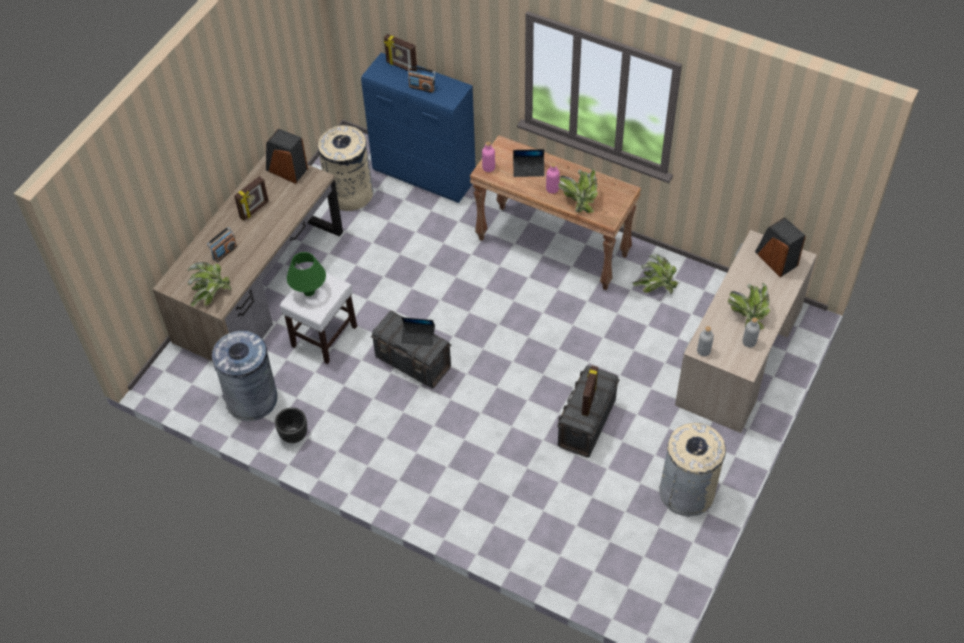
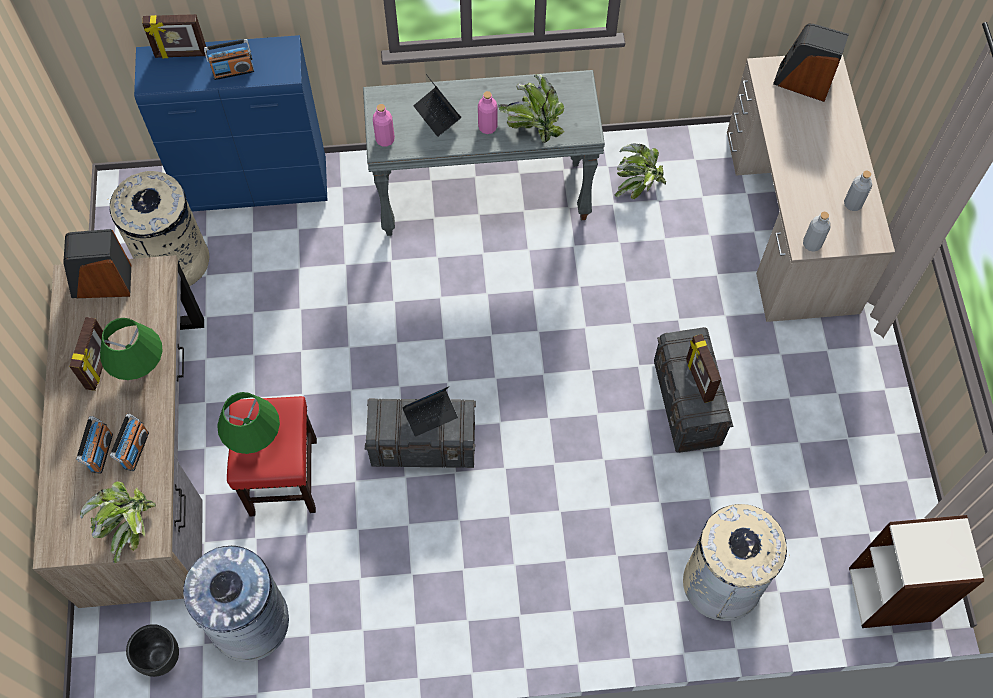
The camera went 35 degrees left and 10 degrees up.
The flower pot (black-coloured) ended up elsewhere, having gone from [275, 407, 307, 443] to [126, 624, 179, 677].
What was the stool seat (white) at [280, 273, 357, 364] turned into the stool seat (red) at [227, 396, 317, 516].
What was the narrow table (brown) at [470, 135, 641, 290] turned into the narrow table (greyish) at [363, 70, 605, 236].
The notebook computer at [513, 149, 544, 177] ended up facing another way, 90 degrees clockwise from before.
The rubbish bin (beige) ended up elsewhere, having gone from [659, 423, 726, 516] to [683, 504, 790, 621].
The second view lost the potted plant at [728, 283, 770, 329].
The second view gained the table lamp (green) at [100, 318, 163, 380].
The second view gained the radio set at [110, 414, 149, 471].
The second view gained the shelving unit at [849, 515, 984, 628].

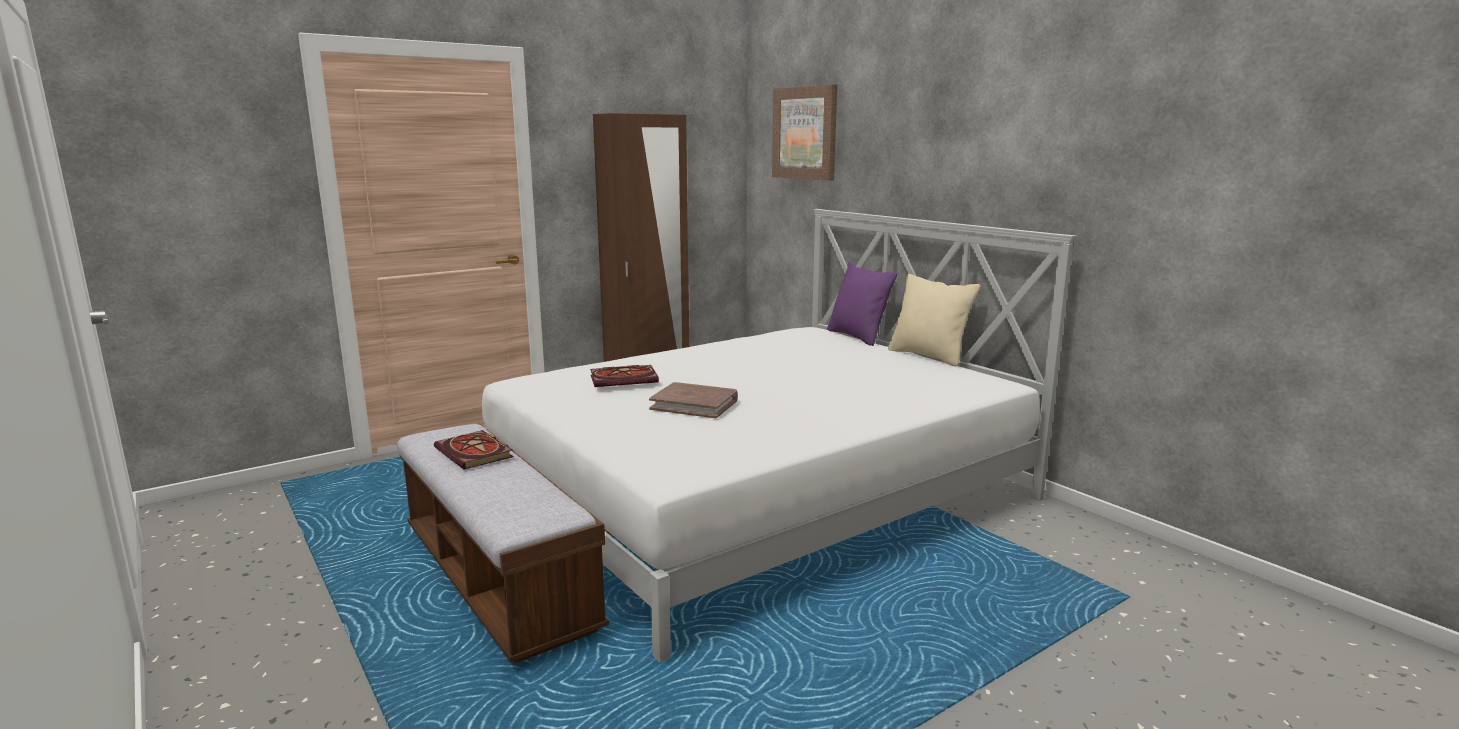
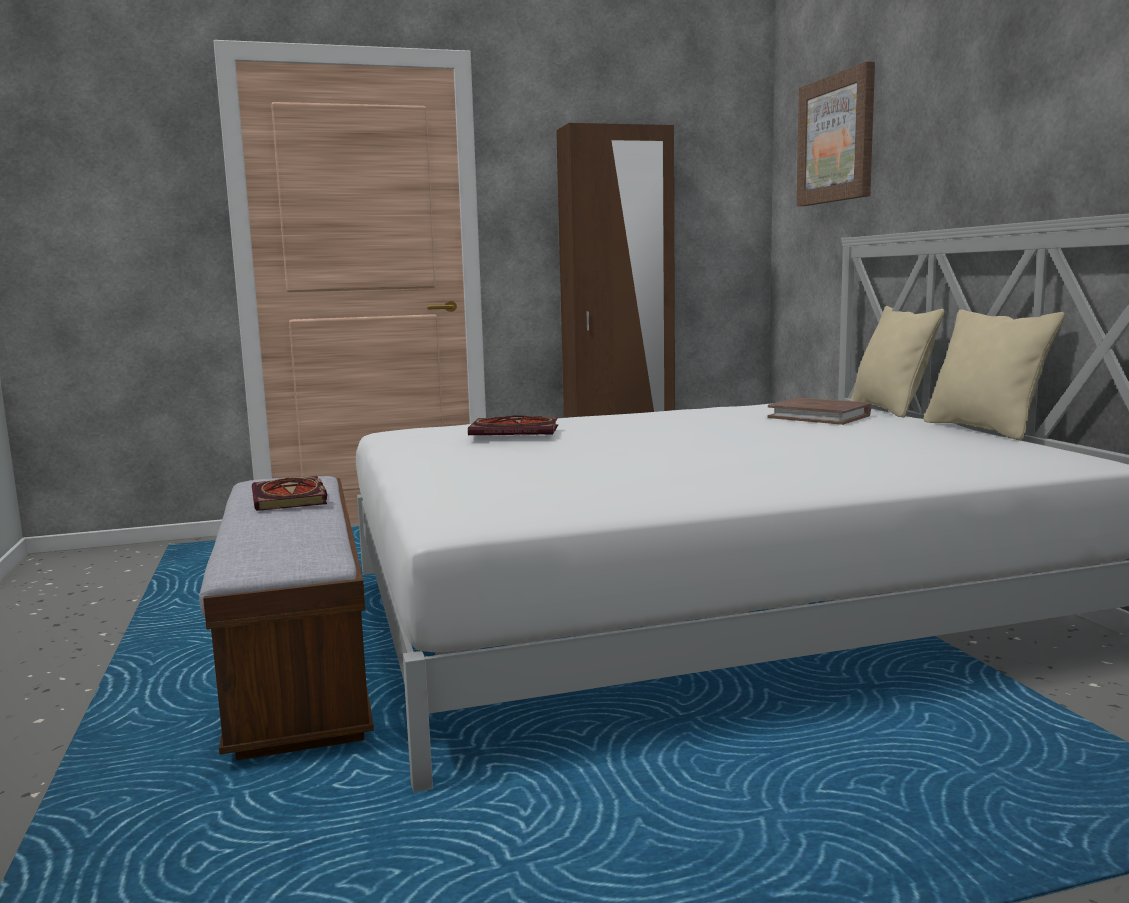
The camera went 20 degrees right and 5 degrees down.
The bound book (brown) ended up elsewhere, having gone from [649, 382, 738, 418] to [768, 398, 871, 425].
What was the pillow (purple-coloured) at [827, 262, 897, 346] turned into the pillow (beige) at [851, 306, 945, 417].

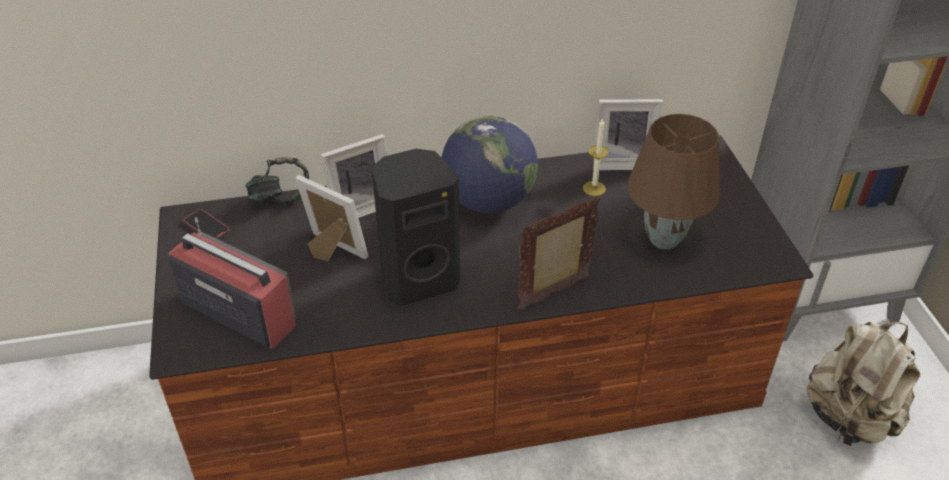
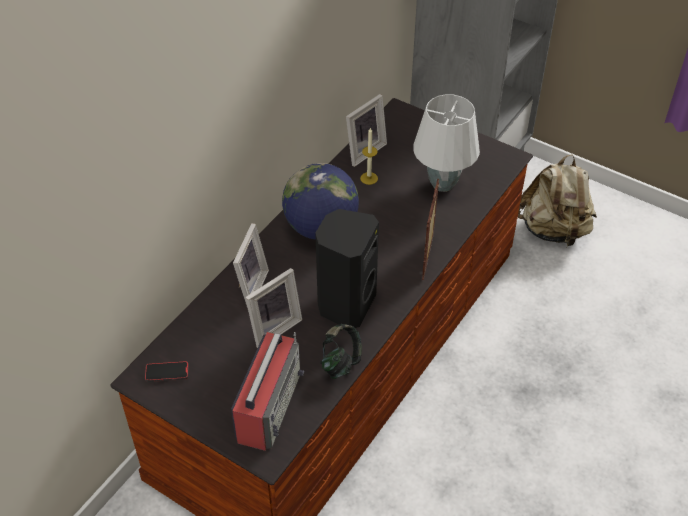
The camera went 45 degrees left and 5 degrees up.
The radio set at [168, 217, 296, 349] ended up facing another way, 120 degrees clockwise from before.
The headphones ended up elsewhere, having gone from [245, 157, 309, 206] to [320, 324, 362, 379].
The picture frame at [295, 175, 368, 261] ended up facing another way, 150 degrees clockwise from before.
What was the table lamp (brown) at [627, 114, 720, 249] turned into the table lamp (white) at [413, 94, 480, 192].

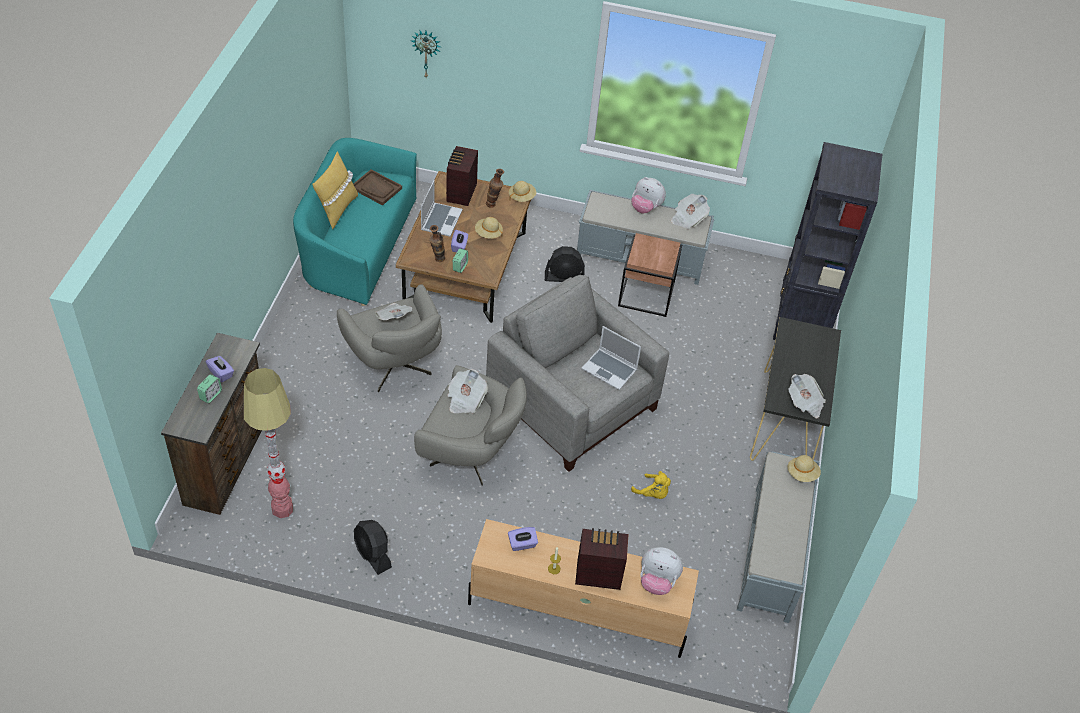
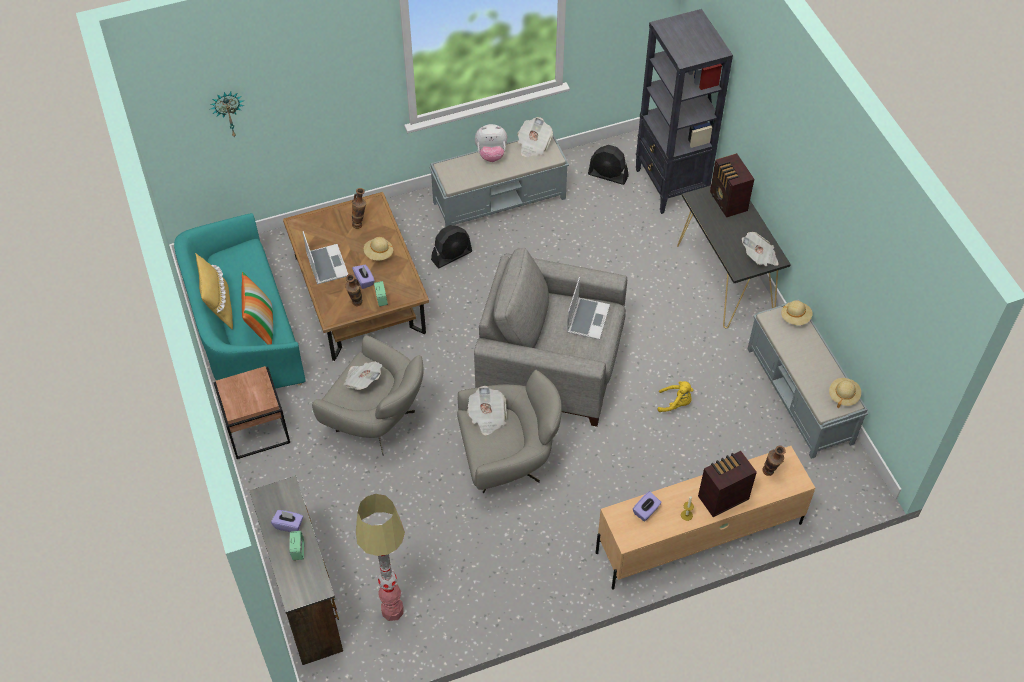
The camera went 30 degrees left and 5 degrees up.
The second view lost the carrying tray (brown) at [353, 170, 402, 206].
The electric fan (black-coloured) ended up elsewhere, having gone from [354, 520, 392, 575] to [588, 145, 629, 185].
The radio set ended up elsewhere, having gone from [446, 146, 478, 206] to [710, 153, 754, 218].
The wearable hat (beige) ended up elsewhere, having gone from [509, 181, 536, 202] to [829, 378, 861, 408].
The notebook computer at [581, 326, 641, 390] ended up facing another way, 75 degrees counterclockwise from before.
The accent table (brown) ended up elsewhere, having gone from [618, 233, 682, 317] to [214, 366, 290, 459].
Where the cuddly toy stood at [641, 547, 683, 595], the vase came to stand at [762, 446, 786, 476].
The second view gained the pillow at [241, 272, 273, 345].

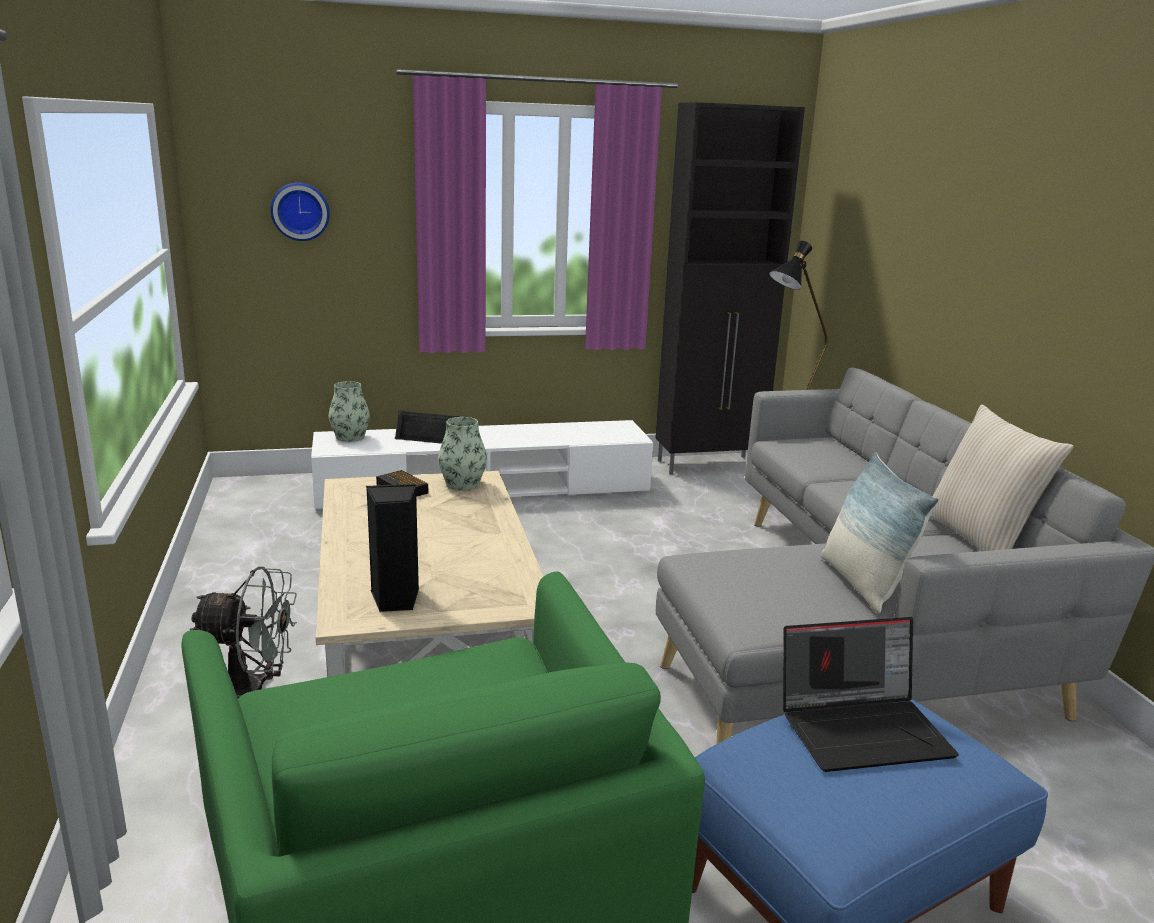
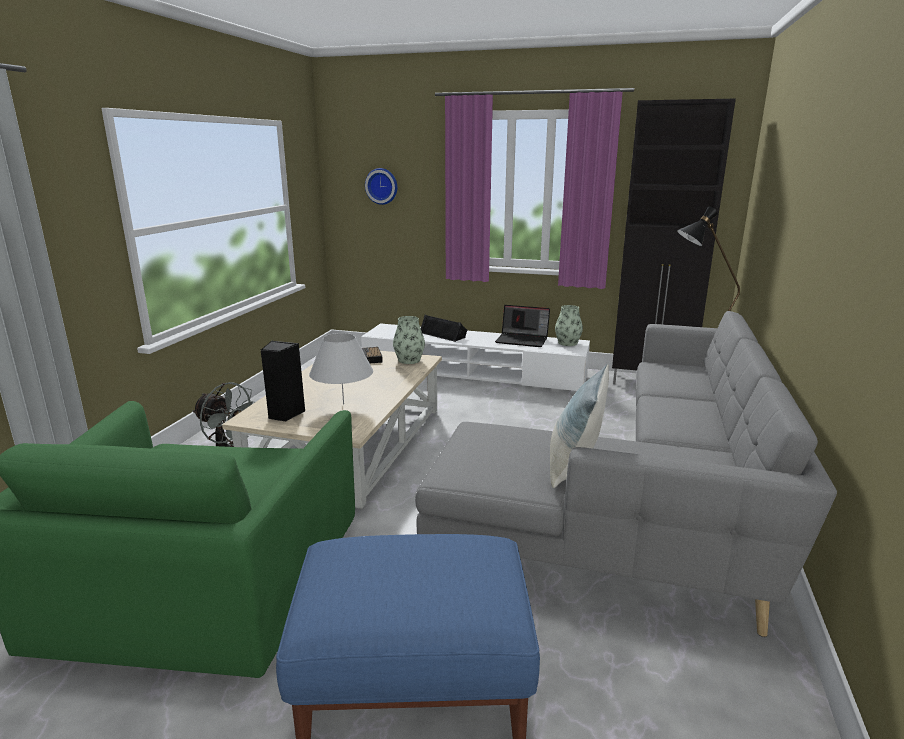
The camera went 30 degrees right and 0 degrees up.
The vase ended up elsewhere, having gone from [328, 381, 370, 442] to [555, 305, 583, 346].
The notebook computer ended up elsewhere, having gone from [783, 617, 959, 772] to [495, 305, 550, 347].
The second view lost the pillow (beige) at [930, 404, 1074, 551].
The second view gained the table lamp (white) at [309, 333, 373, 404].

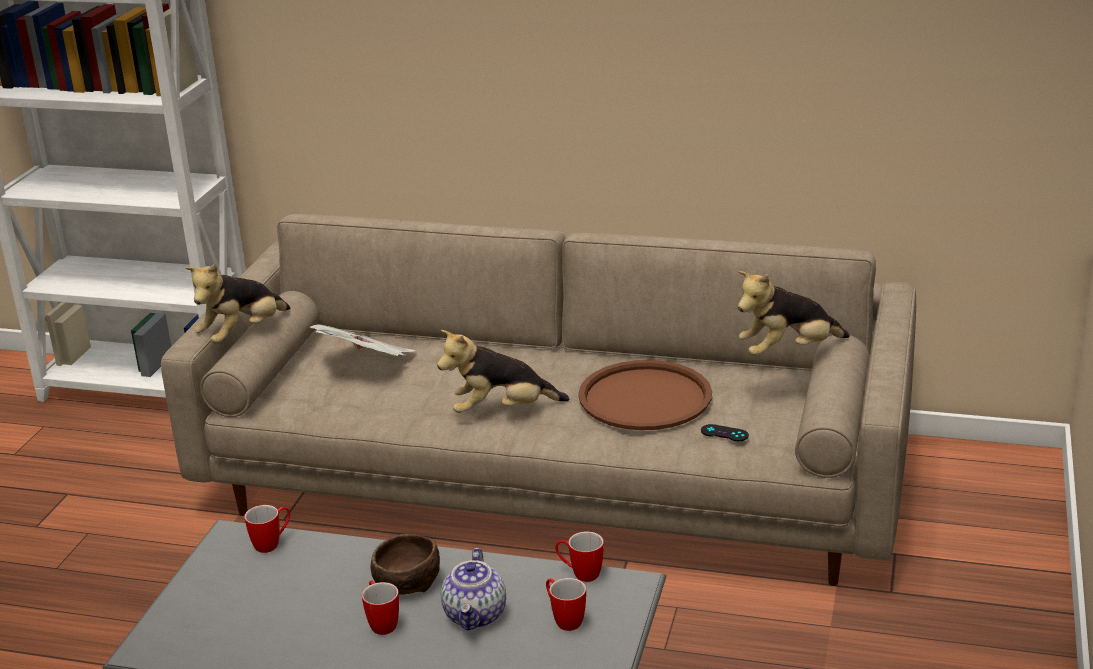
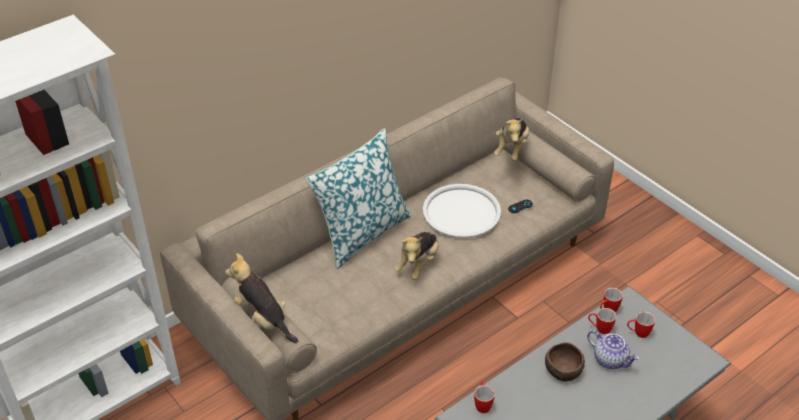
The camera went 55 degrees left and 15 degrees up.
The cuddly toy at [185, 263, 290, 344] ended up facing another way, 150 degrees clockwise from before.
The second view lost the printed paper at [310, 324, 415, 356].
The mug ended up elsewhere, having gone from [362, 580, 399, 635] to [588, 308, 616, 334].
What was the carrying tray (brown) at [578, 360, 712, 430] turned into the carrying tray (white) at [423, 184, 501, 238].
The second view gained the pillow at [306, 128, 411, 269].

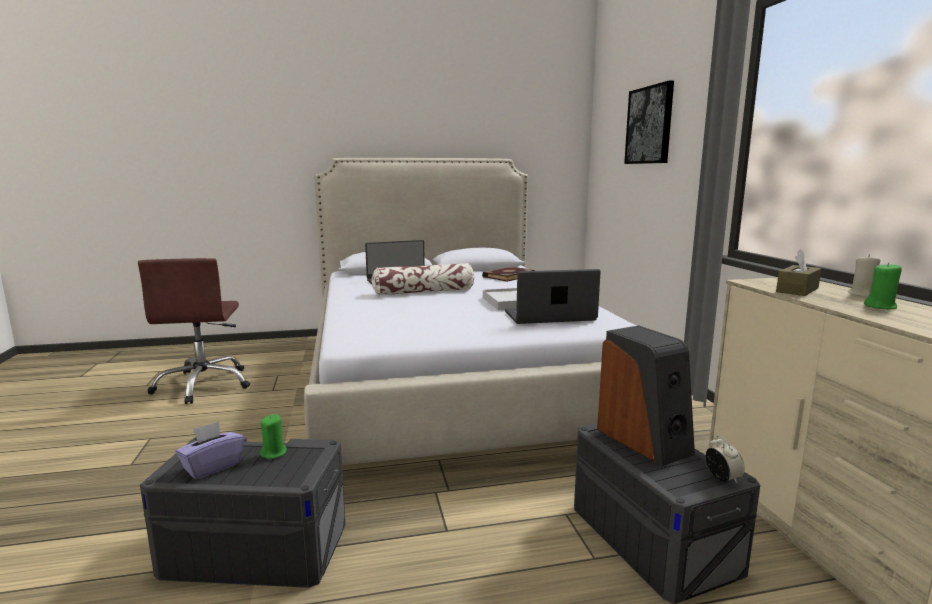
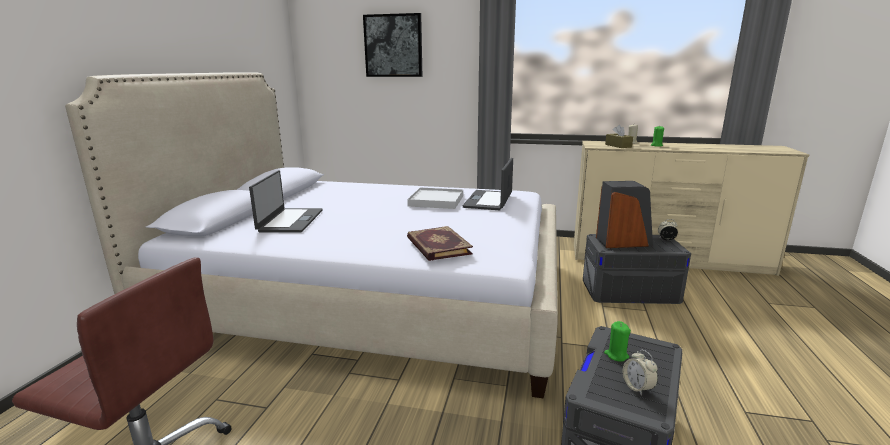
The camera went 65 degrees left and 5 degrees up.
Where the tissue box (purple-coloured) stood at [176, 421, 244, 479], the alarm clock came to stand at [623, 350, 658, 396].
The second view lost the pillow at [372, 263, 474, 295].
The bound book ended up elsewhere, having gone from [482, 267, 535, 282] to [407, 226, 473, 261].

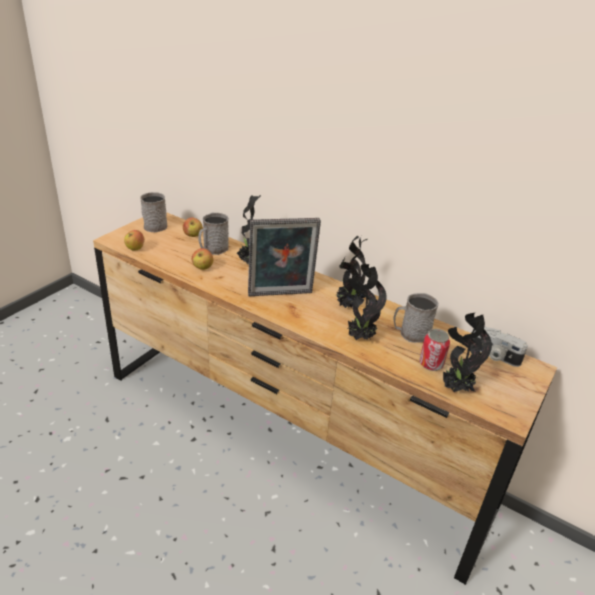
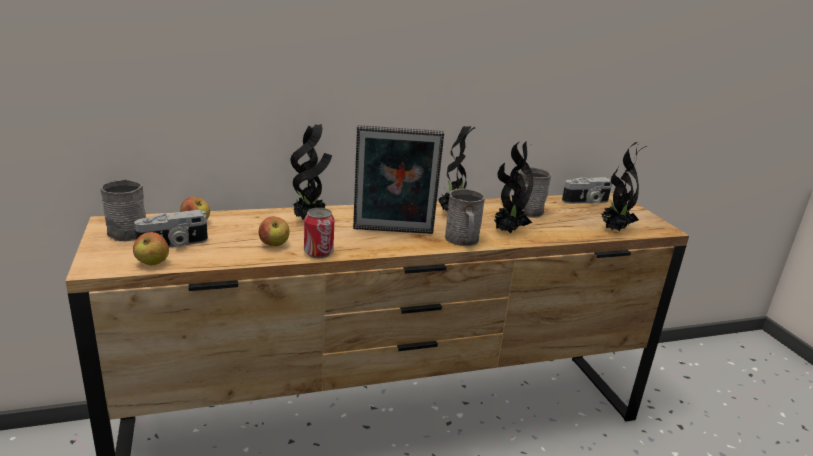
The camera went 50 degrees left and 10 degrees down.
The mug (greyish) ended up elsewhere, having gone from [198, 213, 229, 255] to [445, 189, 485, 246].
The picture frame at [248, 218, 321, 296] ended up facing another way, 60 degrees clockwise from before.
The sealed can ended up elsewhere, having gone from [420, 329, 450, 371] to [304, 208, 334, 258].
The second view gained the still camera at [134, 210, 208, 247].

